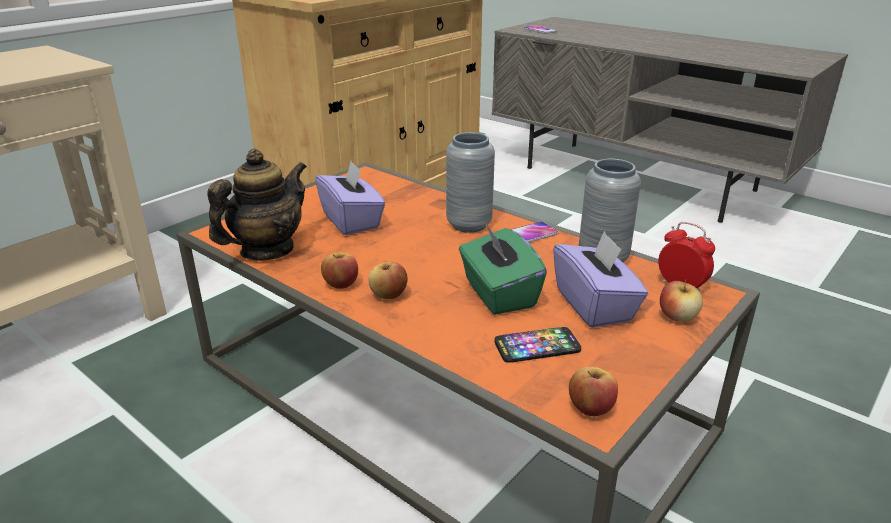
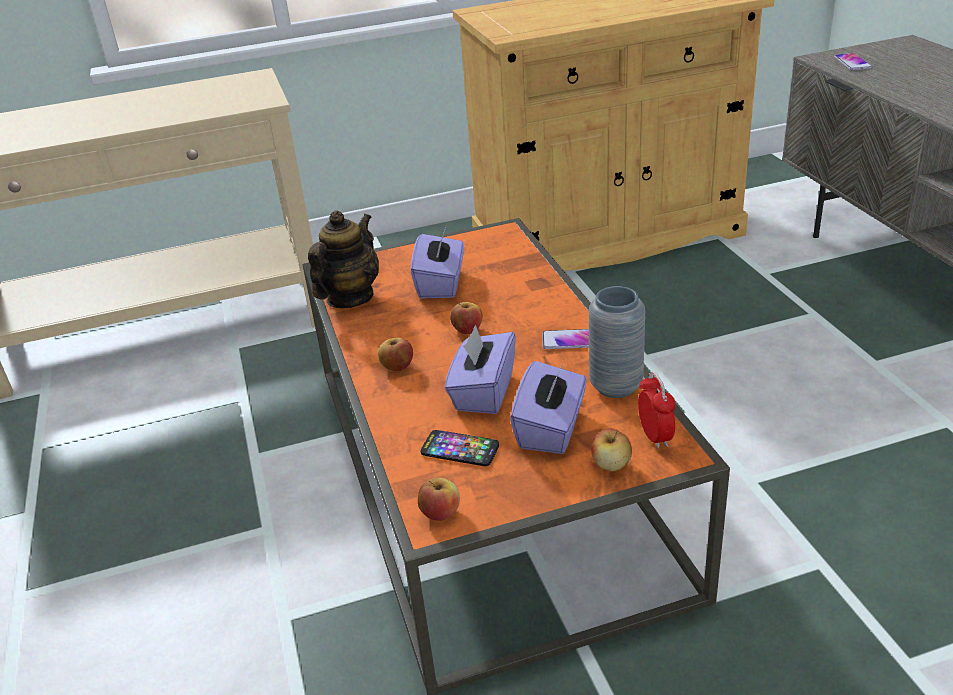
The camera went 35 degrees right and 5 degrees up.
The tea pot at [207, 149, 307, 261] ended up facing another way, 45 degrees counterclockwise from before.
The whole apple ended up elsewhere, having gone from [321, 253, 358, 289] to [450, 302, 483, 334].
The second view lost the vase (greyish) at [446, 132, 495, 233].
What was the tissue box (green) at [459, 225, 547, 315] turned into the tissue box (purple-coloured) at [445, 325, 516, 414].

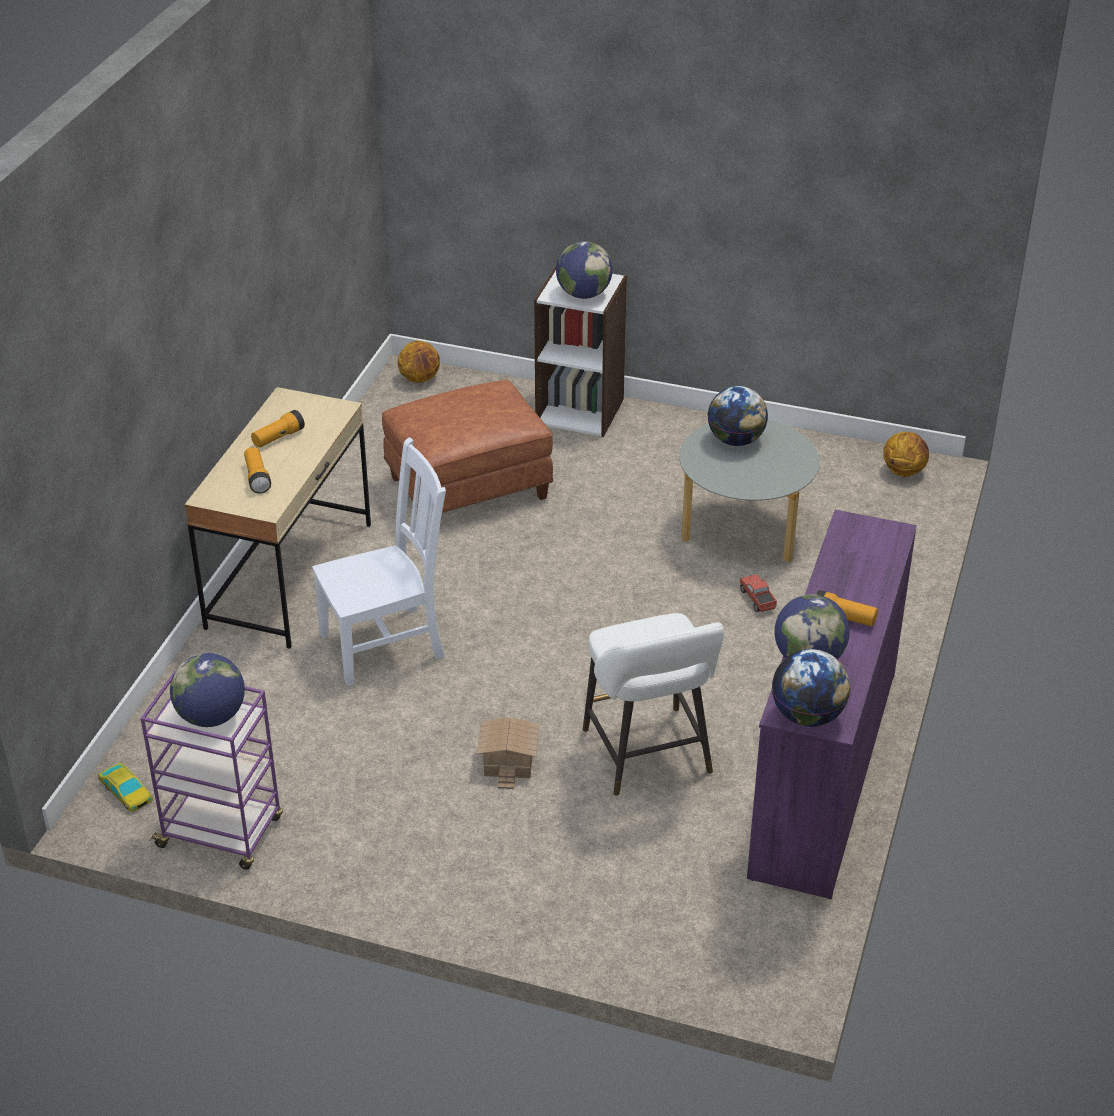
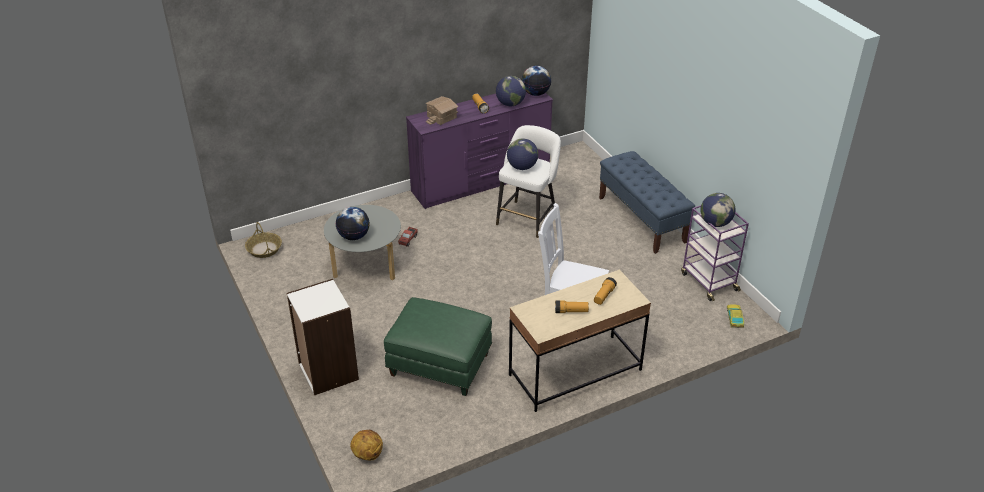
The camera went 135 degrees left and 0 degrees up.
What was the footrest (brown) at [382, 380, 553, 513] turned into the footrest (green) at [384, 297, 492, 396].
The miniature house ended up elsewhere, having gone from [477, 717, 540, 789] to [425, 96, 458, 125].
The world globe ended up elsewhere, having gone from [556, 241, 613, 299] to [507, 138, 538, 170].
Where the basketball stood at [883, 432, 929, 477], the household basket came to stand at [245, 222, 282, 258].
The second view gained the bench (blue) at [599, 151, 695, 254].

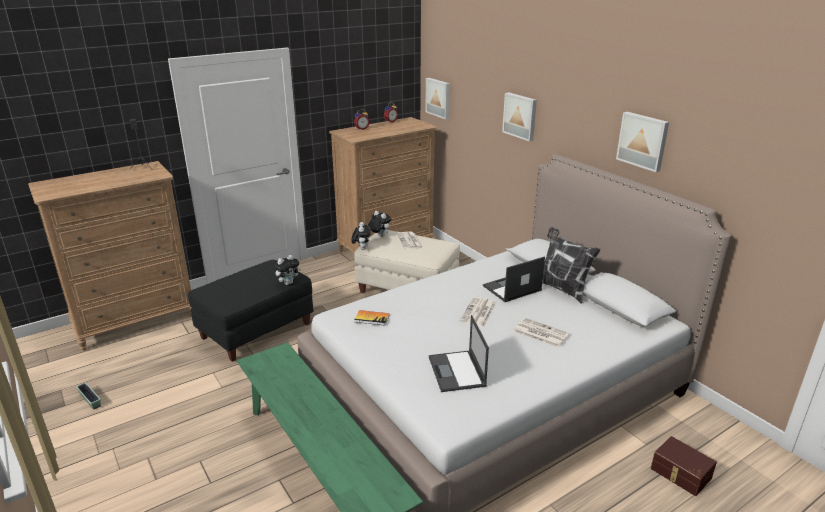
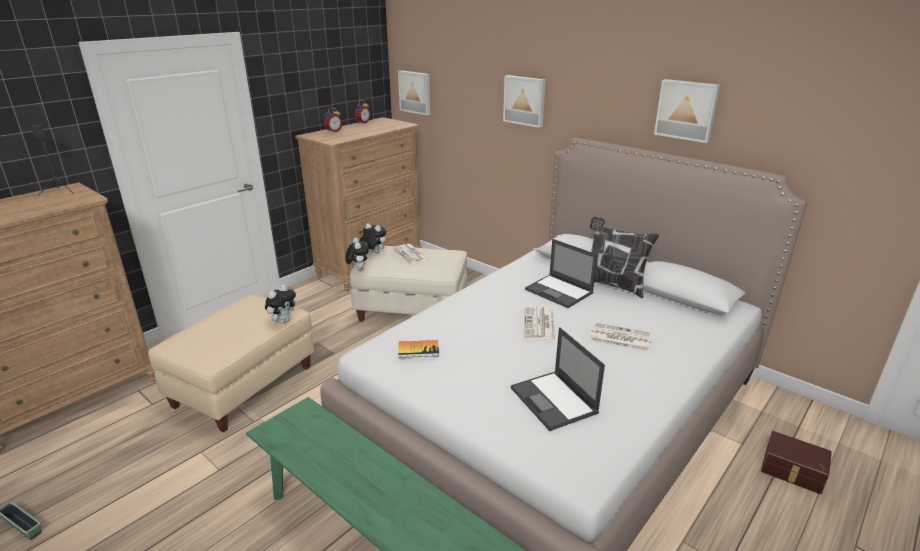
The camera went 15 degrees left and 0 degrees up.
What was the footrest (black-coloured) at [188, 260, 314, 362] turned into the footrest (beige) at [148, 295, 314, 432].
The notebook computer at [483, 256, 545, 302] ended up facing another way, 90 degrees counterclockwise from before.

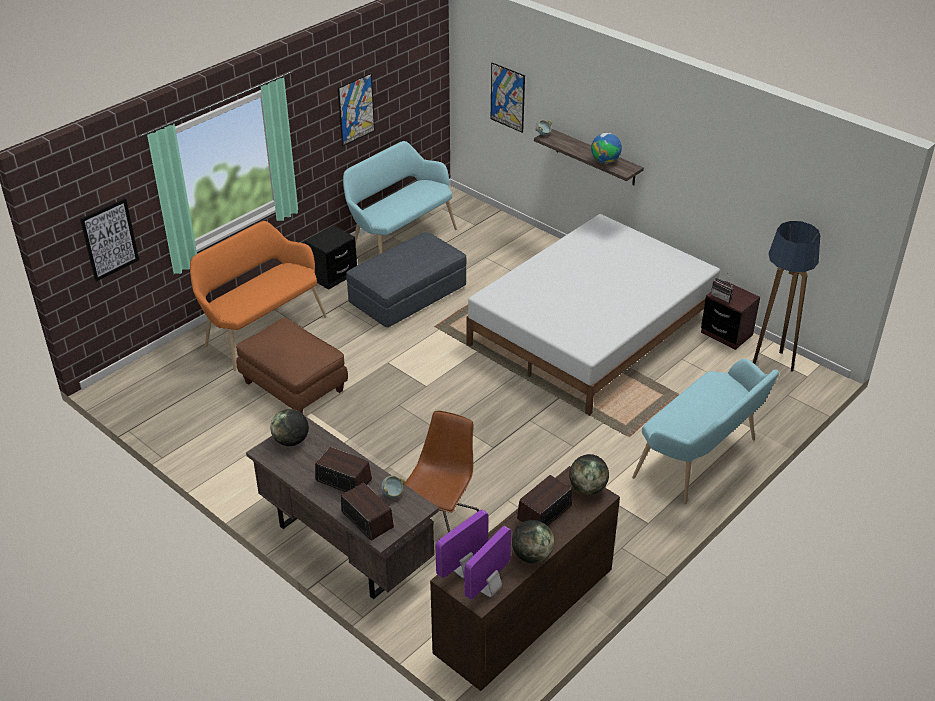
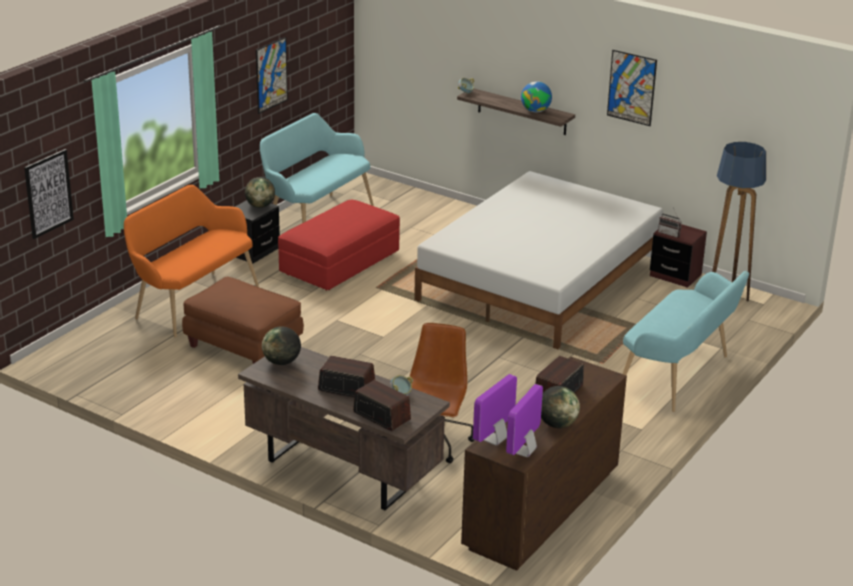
The camera went 10 degrees left and 10 degrees down.
What was the footrest (greyish) at [346, 232, 466, 327] turned into the footrest (red) at [278, 199, 400, 291].
The picture ended up elsewhere, having gone from [491, 62, 525, 133] to [607, 50, 657, 126].
The world globe ended up elsewhere, having gone from [569, 454, 609, 495] to [245, 177, 275, 208].

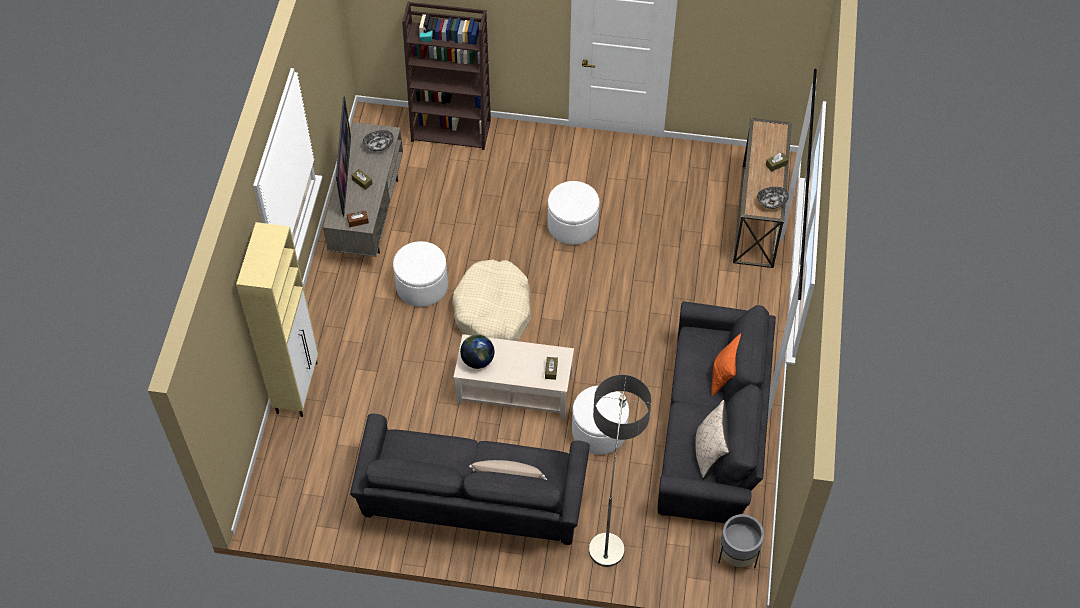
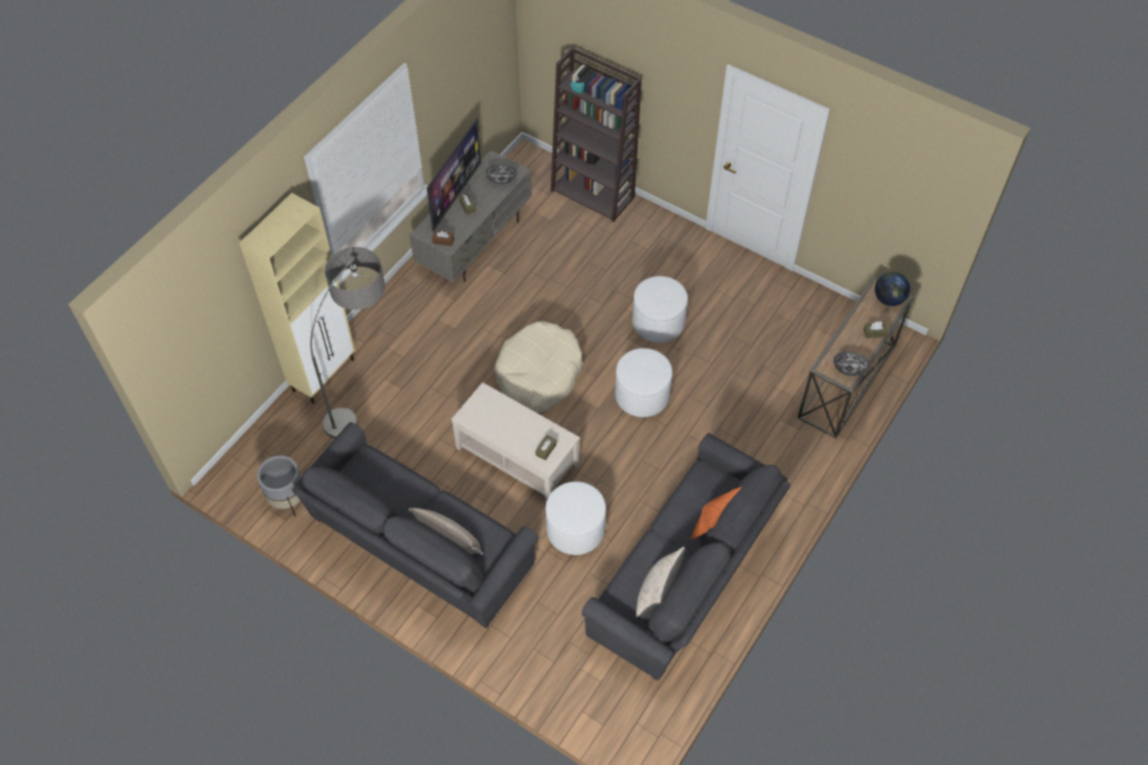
The camera went 25 degrees right and 0 degrees up.
The footrest (white) ended up elsewhere, having gone from [393, 241, 448, 307] to [615, 348, 673, 417].
The world globe ended up elsewhere, having gone from [460, 335, 494, 369] to [875, 272, 910, 306].
The standing lamp ended up elsewhere, having gone from [589, 375, 651, 567] to [310, 247, 385, 438].
The flower pot (greyish) ended up elsewhere, having gone from [718, 514, 764, 568] to [257, 455, 302, 516].

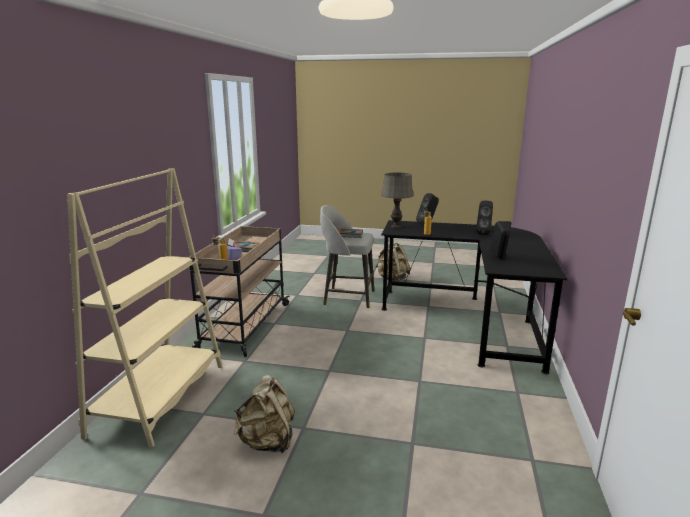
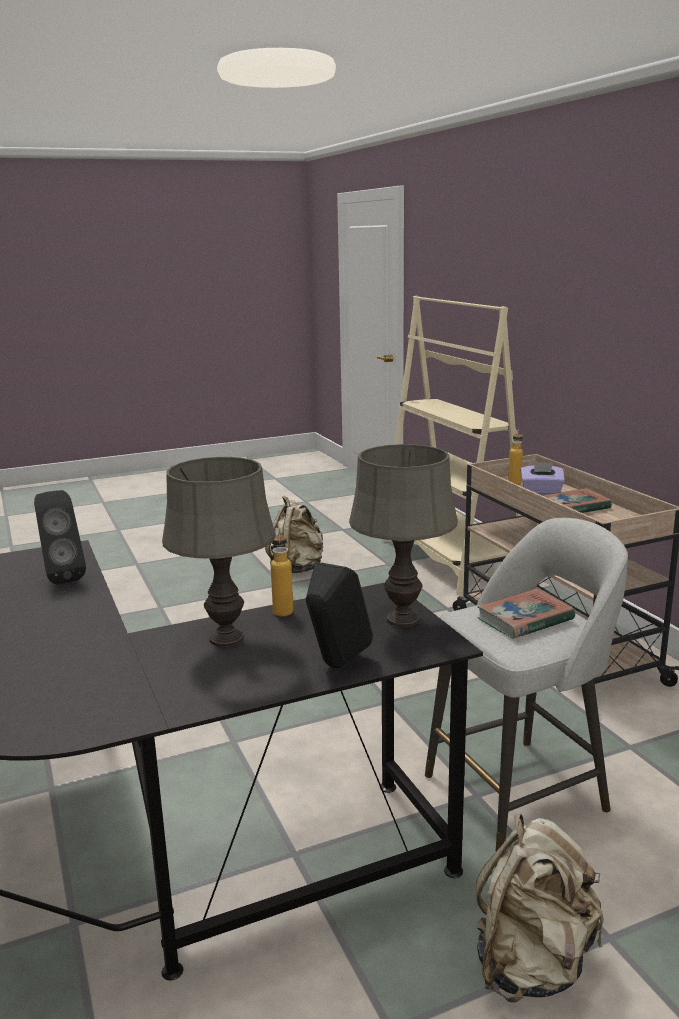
The camera went 145 degrees right and 0 degrees up.
The second view lost the loudspeaker (black-coloured) at [476, 201, 493, 235].
The second view gained the table lamp (greyish) at [162, 457, 276, 647].

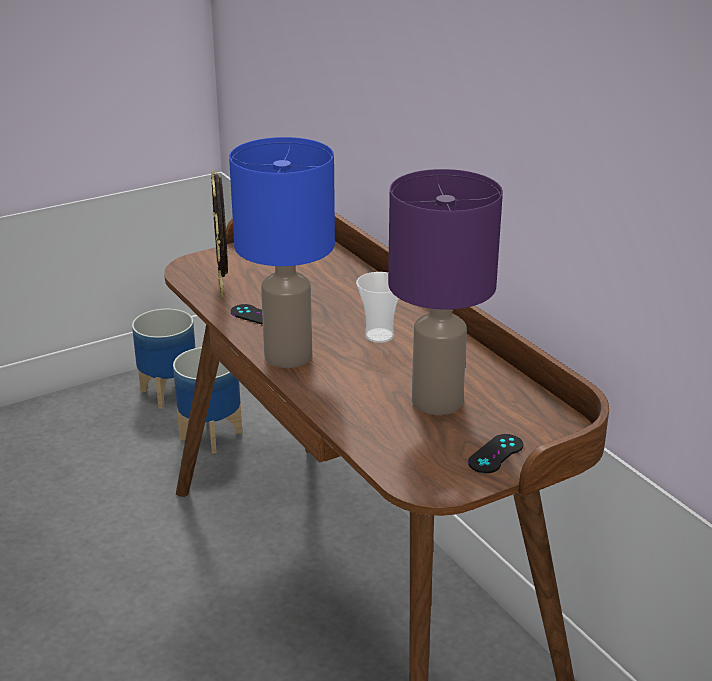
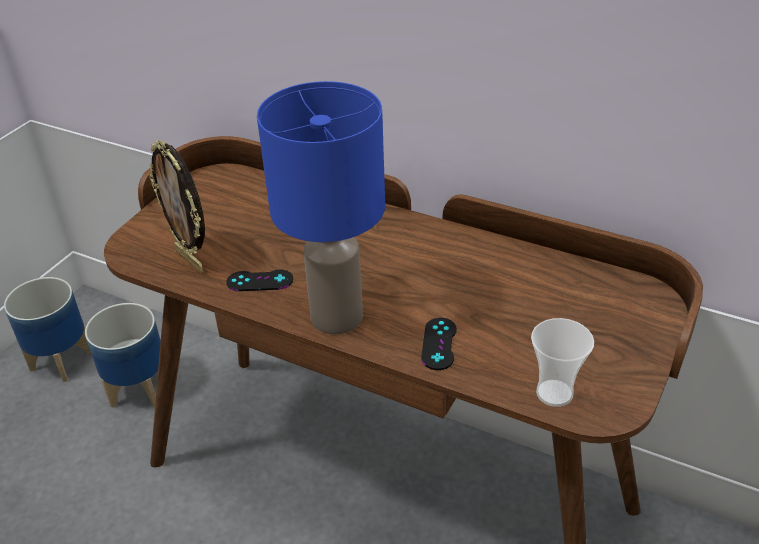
The camera went 30 degrees left and 10 degrees up.
The cup ended up elsewhere, having gone from [356, 272, 399, 343] to [531, 318, 594, 407].
The second view lost the table lamp (purple-coloured) at [388, 169, 503, 415].
The joypad (black-coloured) ended up elsewhere, having gone from [468, 434, 523, 473] to [421, 318, 457, 370].

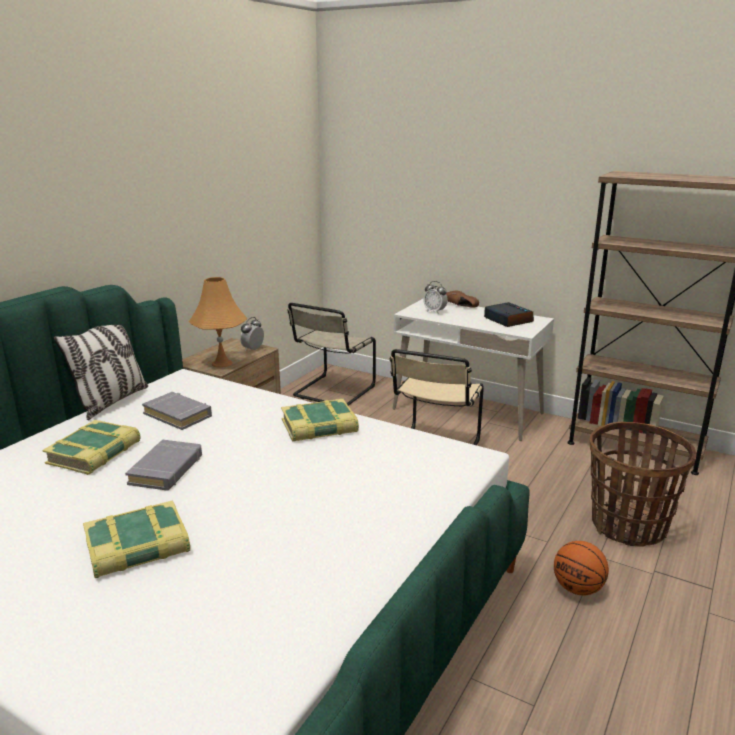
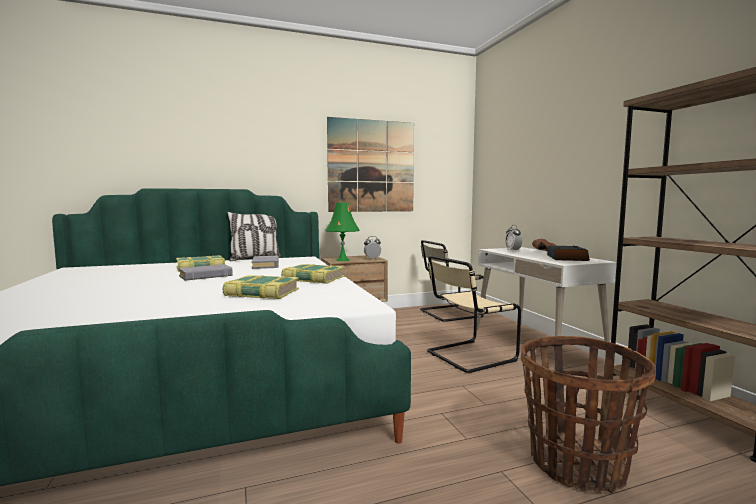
The camera went 40 degrees right and 15 degrees down.
The bound book ended up elsewhere, having gone from [83, 500, 190, 578] to [223, 275, 299, 299].
What was the table lamp (orangey) at [189, 277, 248, 368] turned into the table lamp (green) at [325, 203, 359, 261].
The second view lost the basketball at [554, 541, 609, 595].
The second view gained the picture at [327, 117, 414, 212].

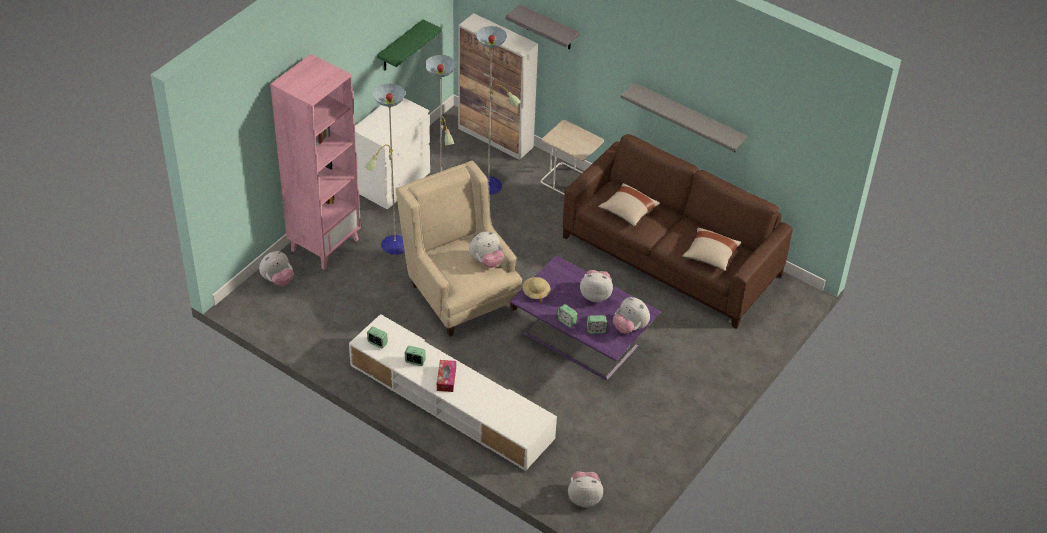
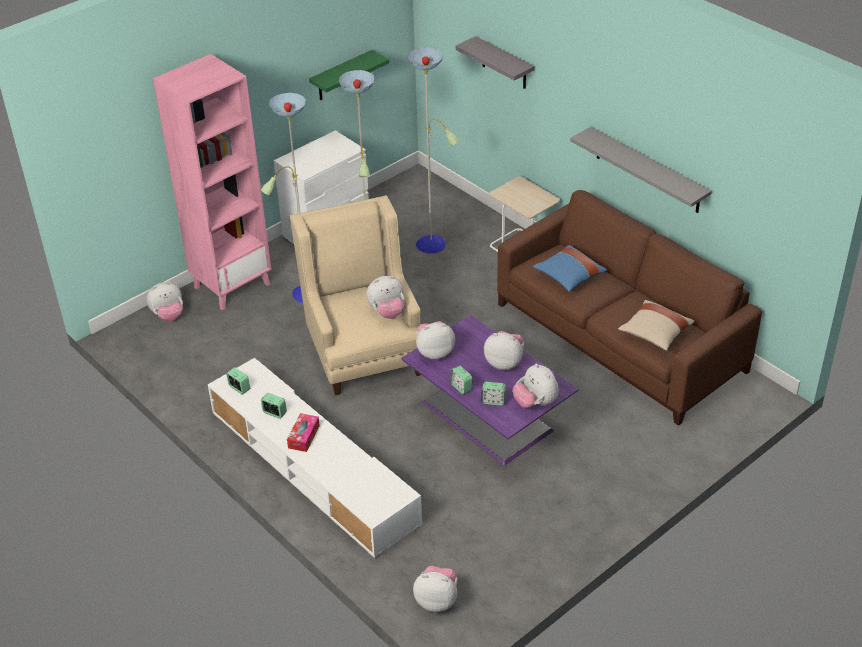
The camera went 15 degrees right and 5 degrees down.
The second view lost the cabinet at [458, 13, 538, 160].
Where the wearable hat (beige) stood at [522, 277, 550, 303], the cuddly toy came to stand at [416, 321, 455, 359].
What was the pillow (beige) at [598, 183, 660, 227] turned into the pillow (blue) at [533, 245, 607, 292].

